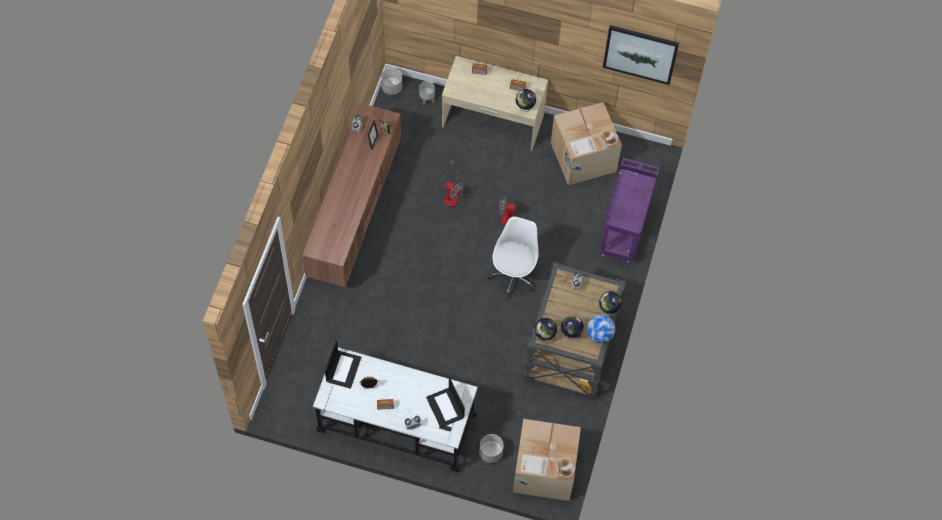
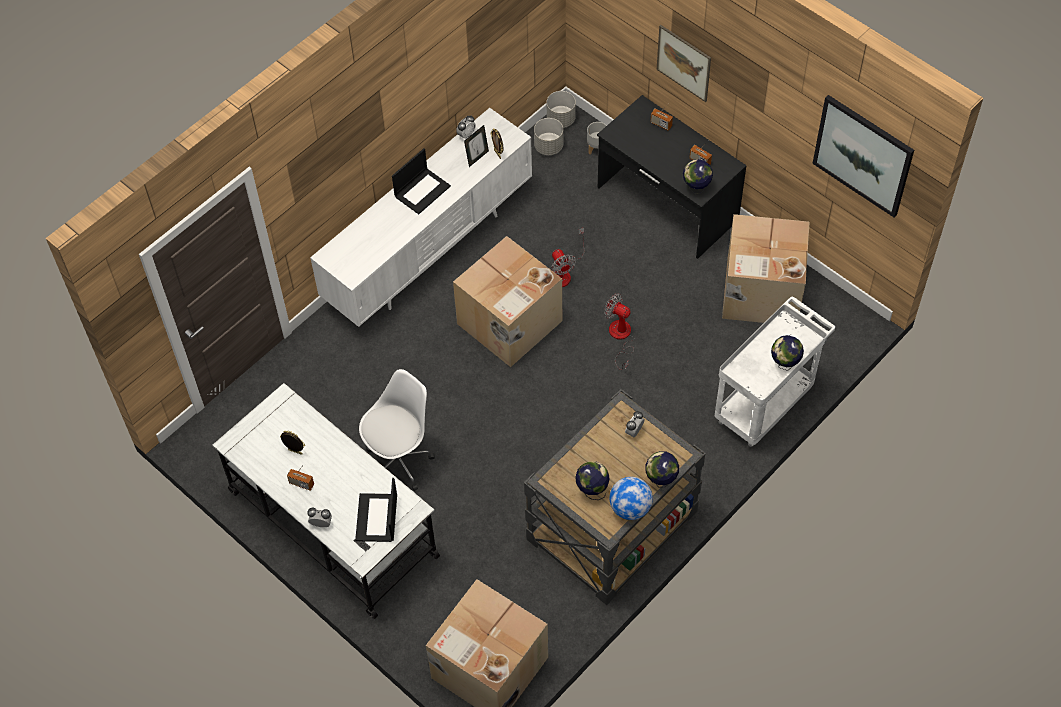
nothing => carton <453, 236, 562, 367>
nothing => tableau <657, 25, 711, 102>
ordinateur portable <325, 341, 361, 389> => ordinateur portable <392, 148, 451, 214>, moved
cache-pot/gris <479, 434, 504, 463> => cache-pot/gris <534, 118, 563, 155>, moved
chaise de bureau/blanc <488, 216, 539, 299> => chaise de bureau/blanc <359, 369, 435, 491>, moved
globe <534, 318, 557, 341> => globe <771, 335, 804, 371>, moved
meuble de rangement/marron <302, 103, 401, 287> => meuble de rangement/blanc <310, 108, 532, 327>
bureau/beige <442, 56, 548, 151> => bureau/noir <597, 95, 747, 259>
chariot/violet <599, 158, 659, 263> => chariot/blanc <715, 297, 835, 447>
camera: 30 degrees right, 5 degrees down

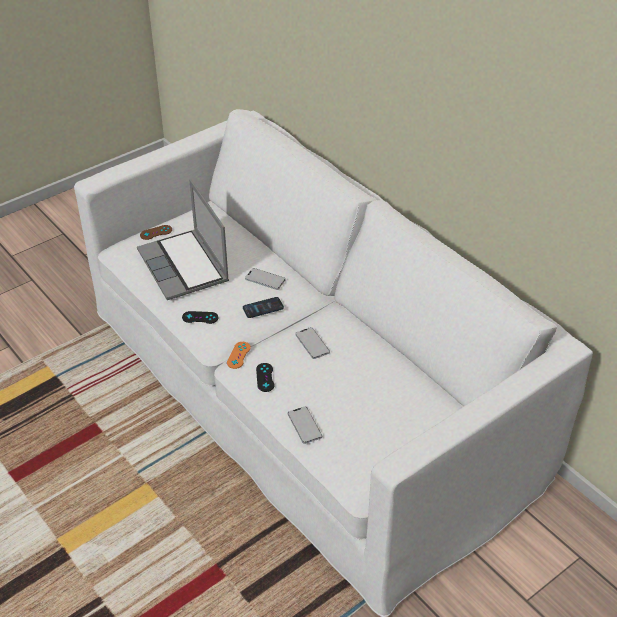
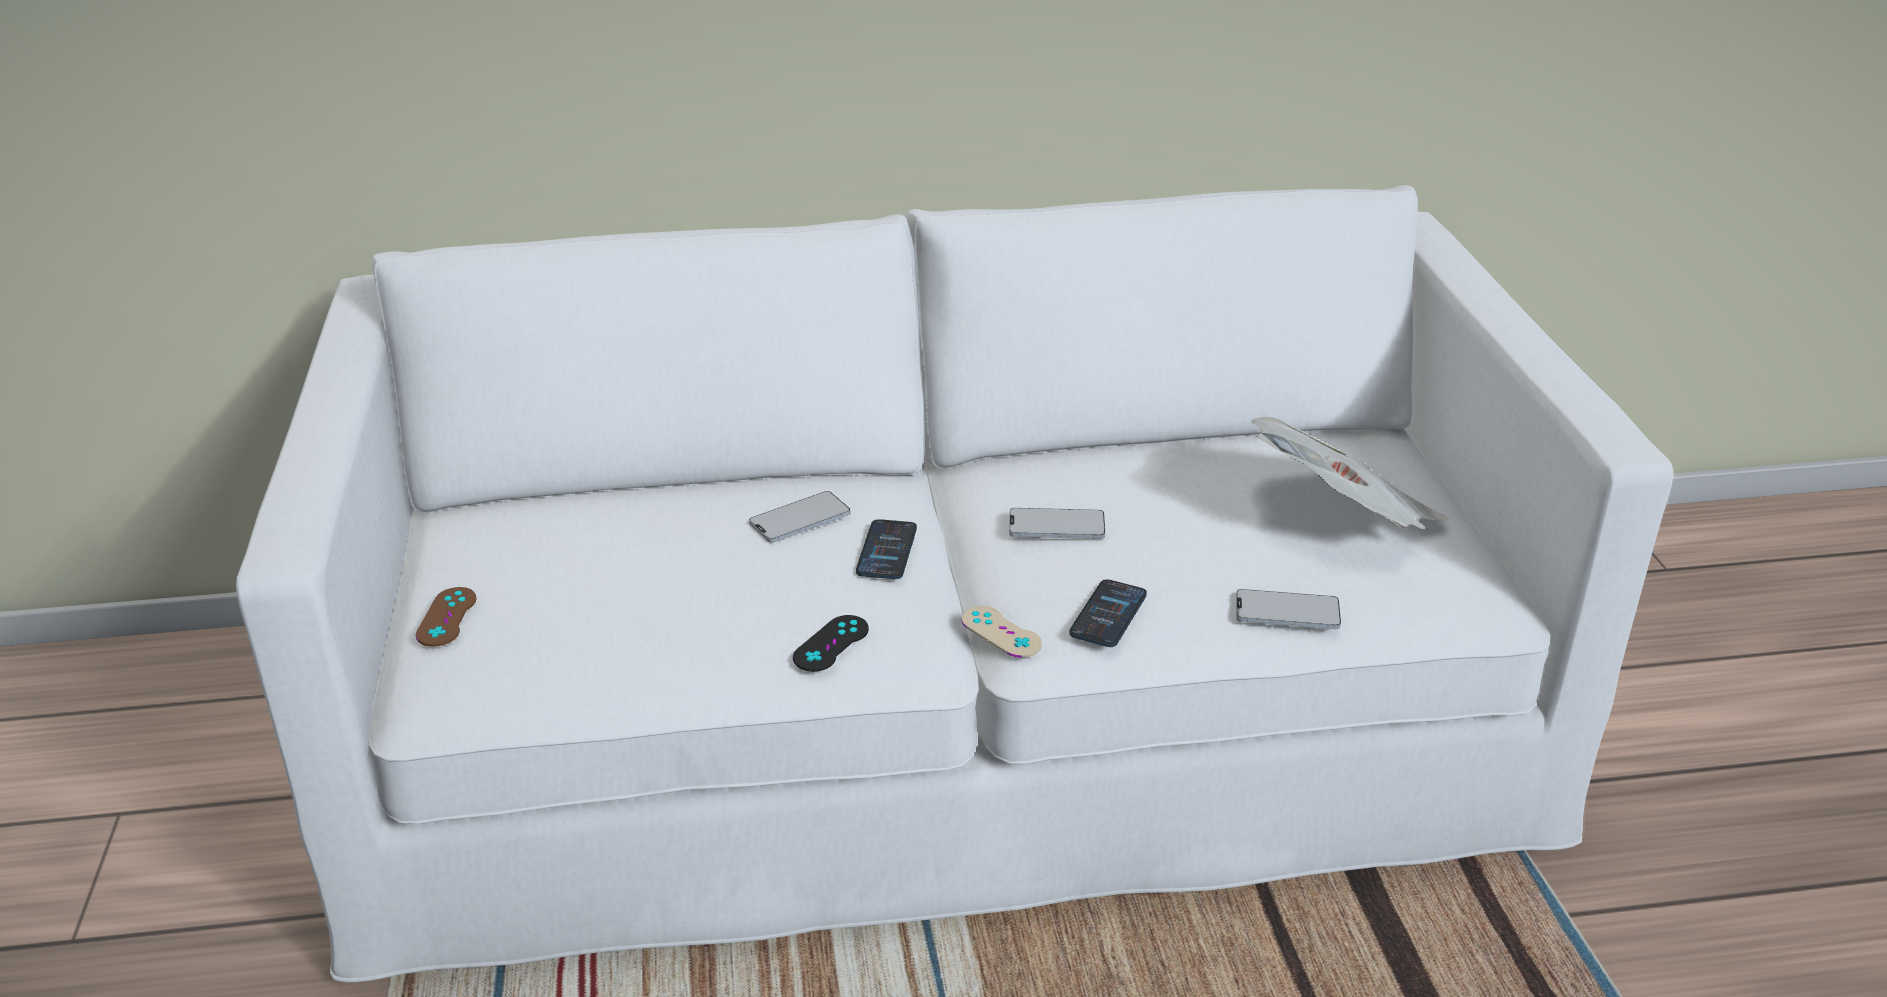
ordinateur portable <137, 179, 229, 300> => nothing
nothing => journal <1251, 417, 1448, 529>
manette/noir <256, 363, 275, 392> => téléphone <1069, 579, 1147, 647>
manette/orange <227, 342, 251, 369> => manette/beige <962, 606, 1042, 658>
camera: 60 degrees left, 10 degrees down

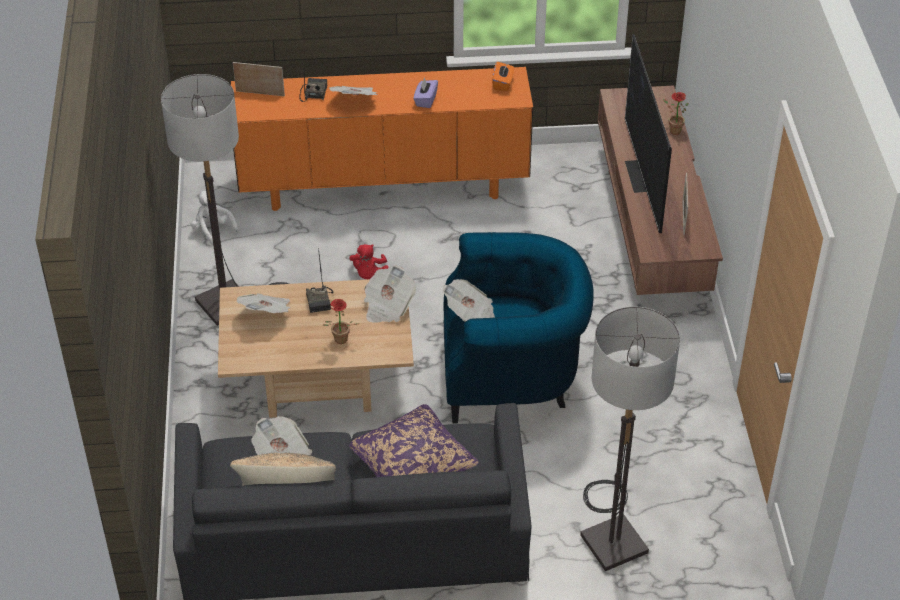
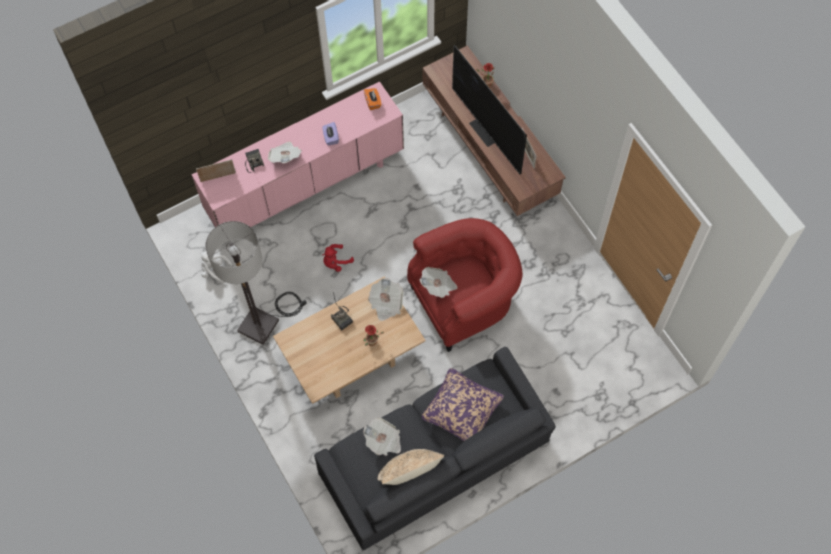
journal <237, 293, 290, 313> => nothing
lampadaire <580, 307, 680, 571> => nothing
meuble de rangement/orange <231, 67, 533, 211> => meuble de rangement/rose <192, 81, 404, 227>
fauteuil/bleu <444, 232, 594, 423> => fauteuil/rouge <407, 218, 523, 352>
peluche/rouge <349, 244, 389, 279> => peluche/rouge <322, 244, 354, 272>, 75 degrees clockwise
camera: 25 degrees left, 20 degrees up

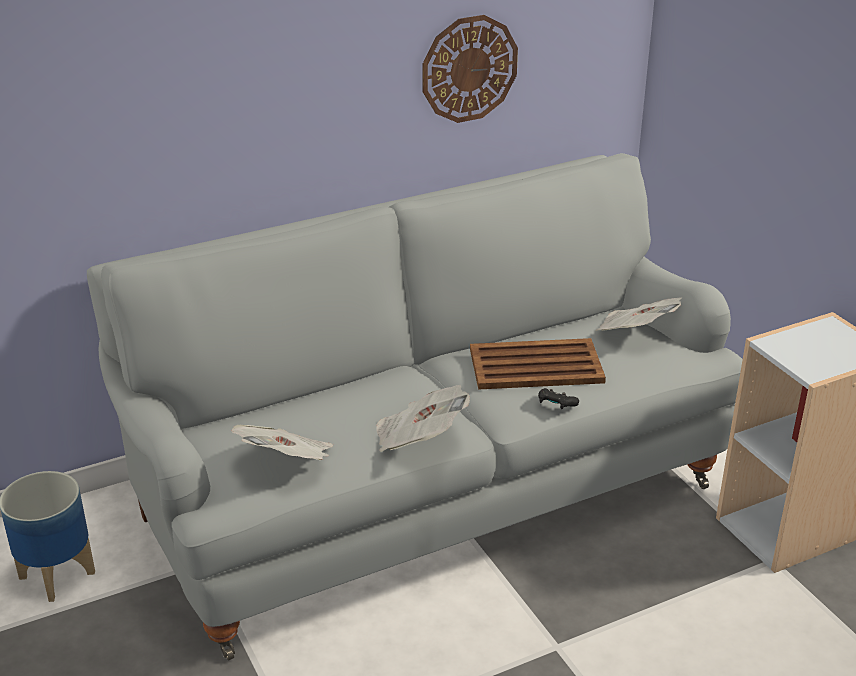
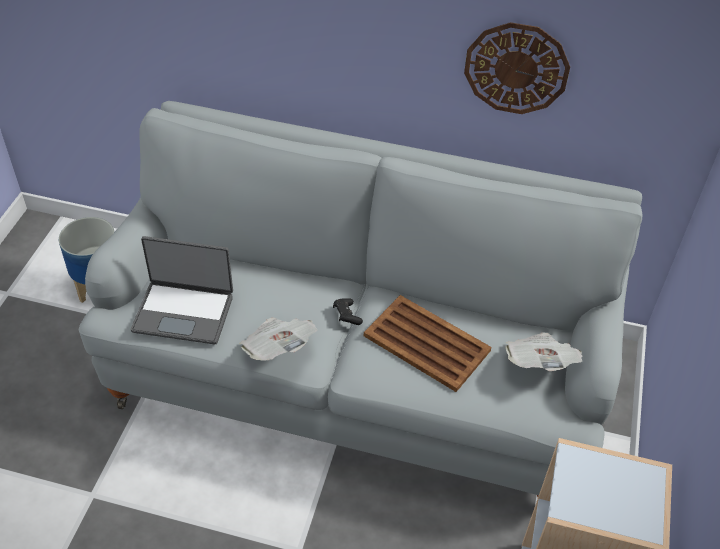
manette/noir <538, 388, 579, 409> => manette/noir <333, 298, 363, 325>, moved
journal <232, 425, 333, 460> => ordinateur portable <131, 236, 233, 344>
camera: 40 degrees right, 15 degrees up

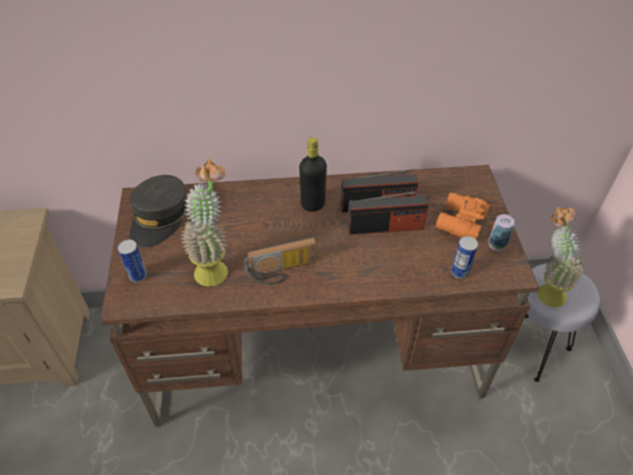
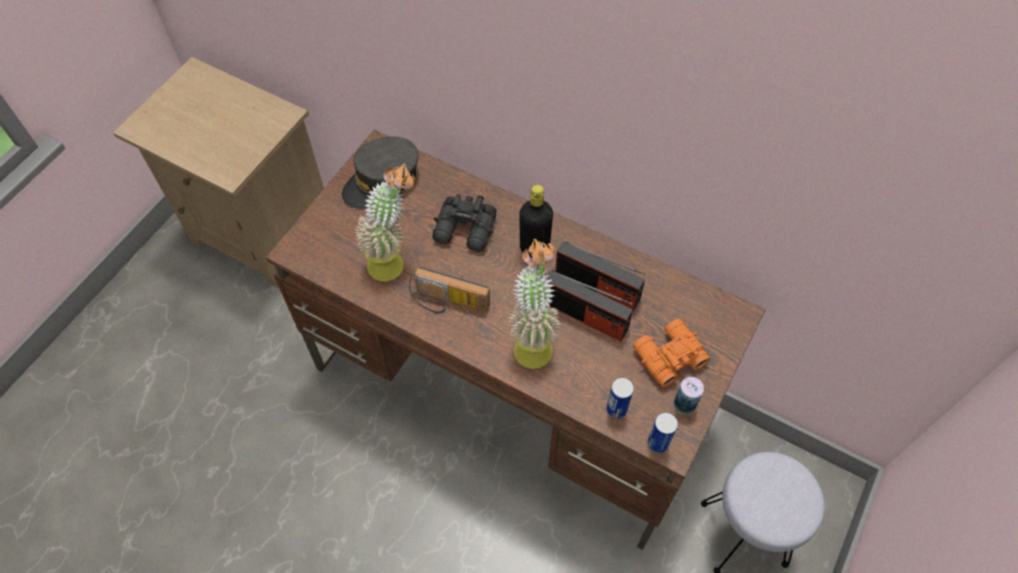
nothing => jumelles/noir <432, 194, 497, 252>
boîte métallique <118, 240, 147, 282> => boîte métallique <647, 412, 678, 453>, moved
plante en pot <537, 207, 586, 307> => plante en pot <508, 239, 561, 369>, moved
camera: 35 degrees right, 10 degrees up

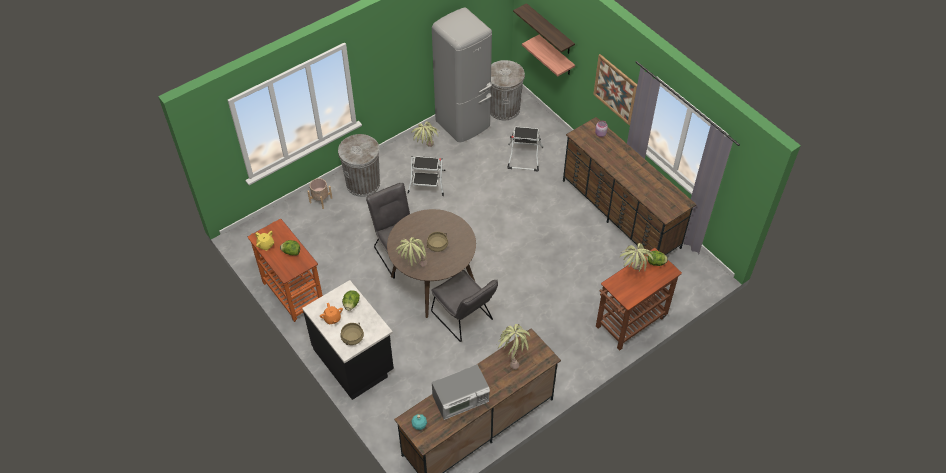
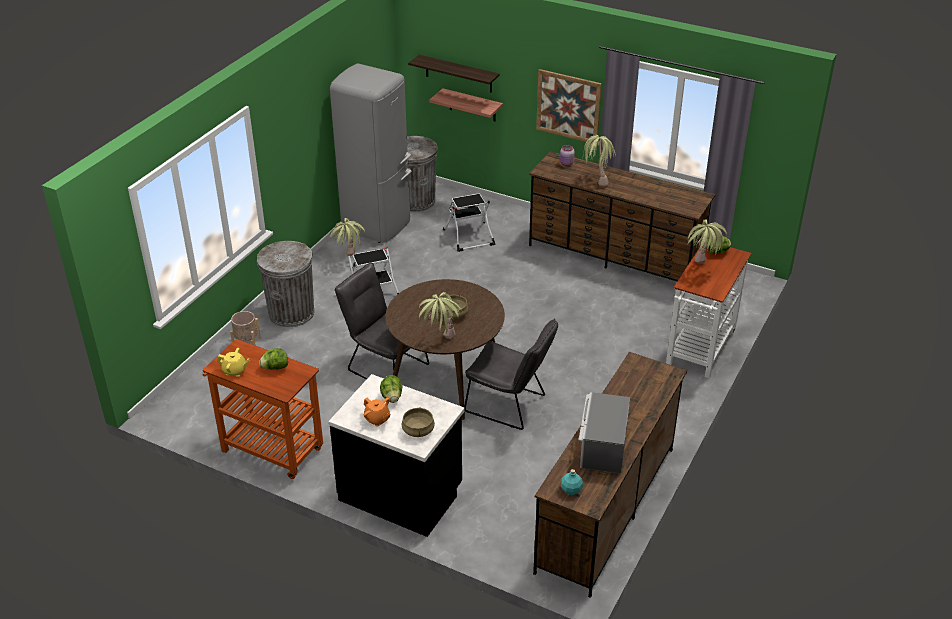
plante en pot <498, 324, 530, 370> => plante en pot <583, 135, 616, 187>, moved
chariot/marron <596, 248, 682, 351> => chariot/blanc <666, 244, 751, 378>
micro-ondes <432, 365, 490, 420> => micro-ondes <579, 392, 630, 474>, 150 degrees clockwise
camera: 25 degrees left, 15 degrees down

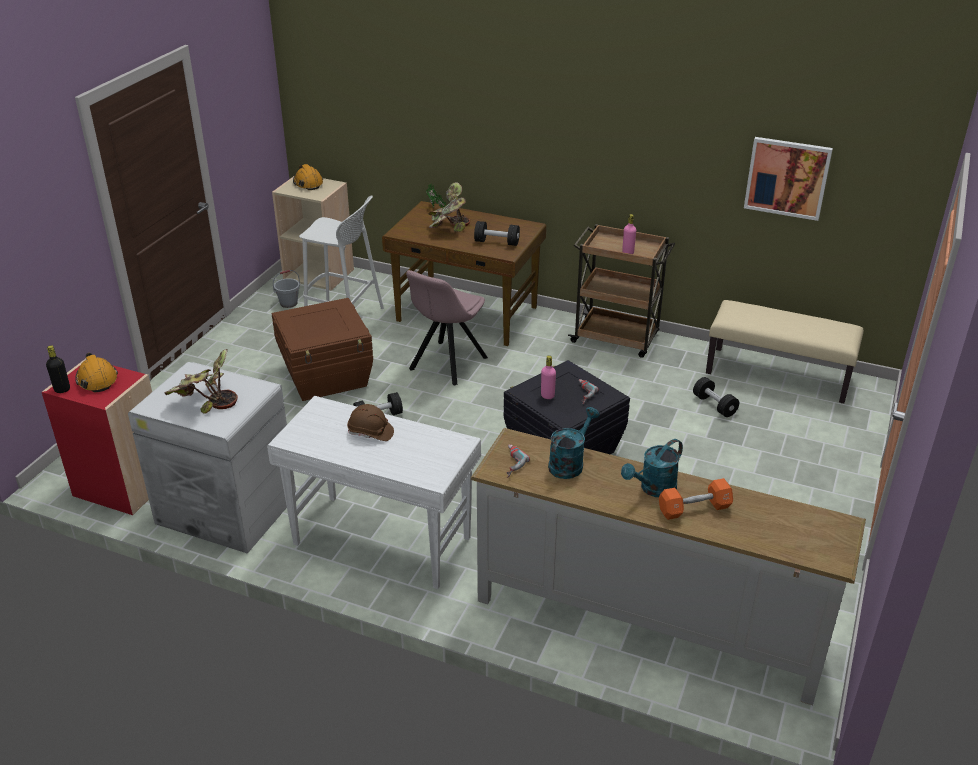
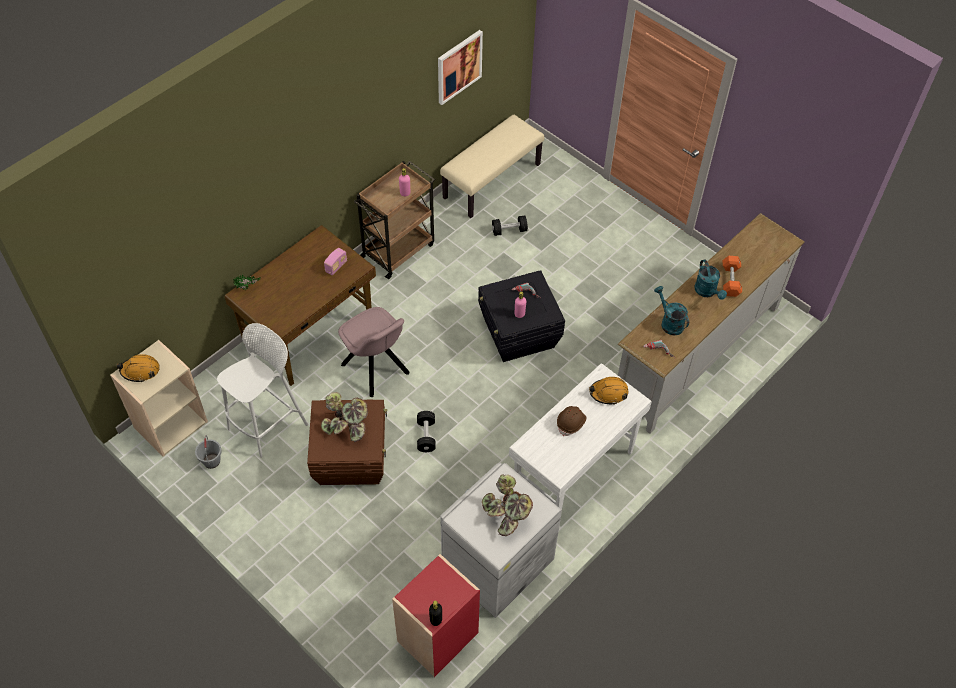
casque de chantier/orange <75, 353, 118, 392> => casque de chantier/orange <589, 377, 628, 405>, moved
plante en pot <429, 182, 470, 232> => plante en pot <321, 392, 368, 442>, moved
haltère/noir <474, 221, 520, 246> => radio <324, 248, 347, 276>
camera: 70 degrees left, 20 degrees up

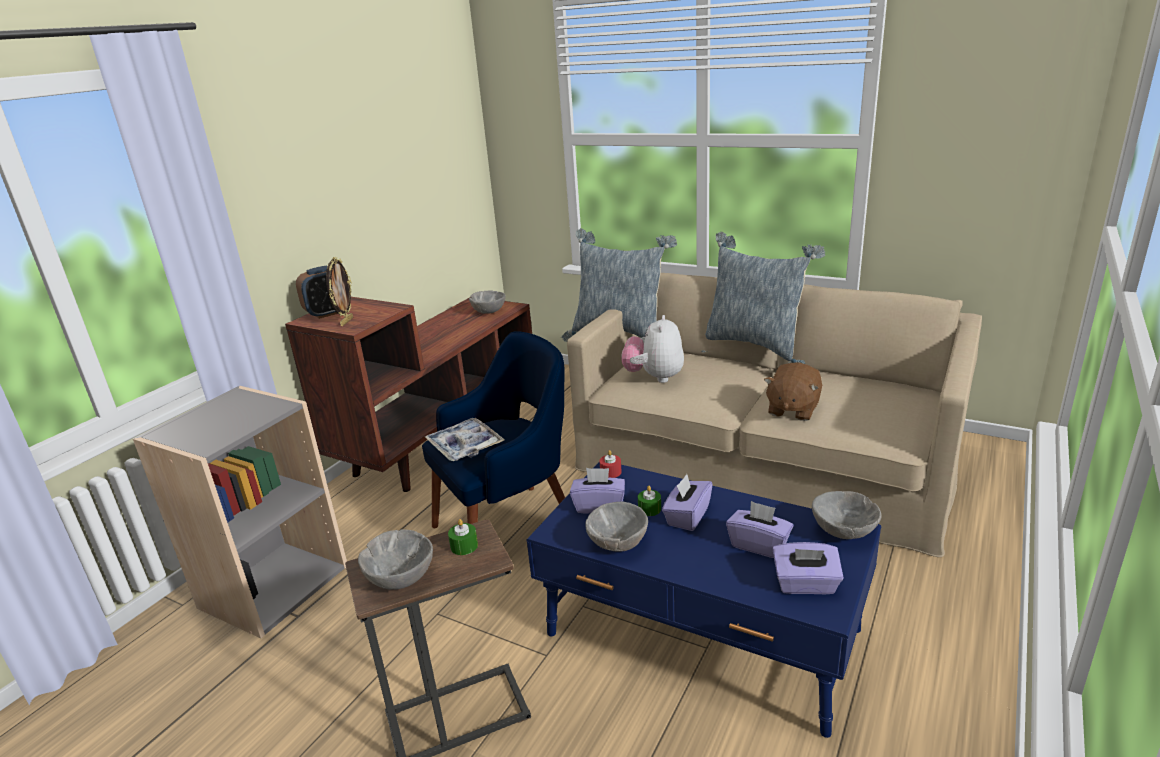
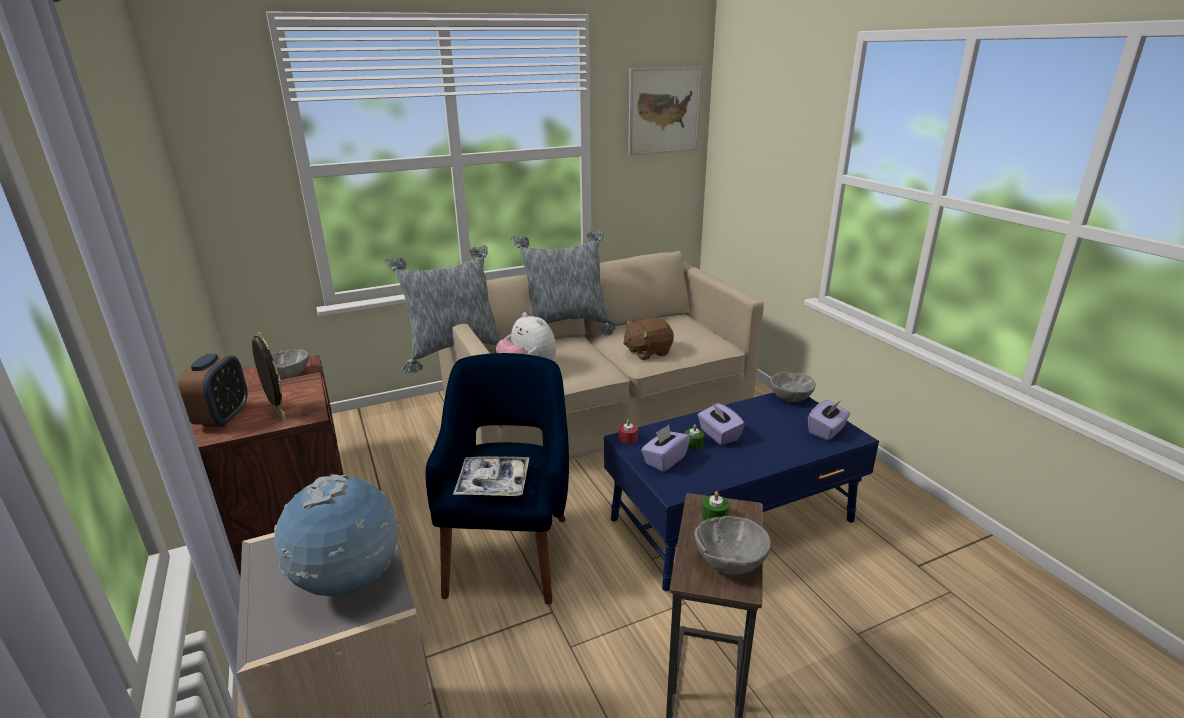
bol/gris <585, 502, 648, 552> => nothing
boîte à mouchoirs/violet <726, 501, 794, 558> => nothing
nothing => globe <274, 474, 401, 596>
nothing => tableau <628, 67, 702, 156>
peluche/marron <764, 362, 822, 421> => peluche/marron <623, 317, 674, 360>, 90 degrees clockwise
camera: 55 degrees left, 0 degrees up

